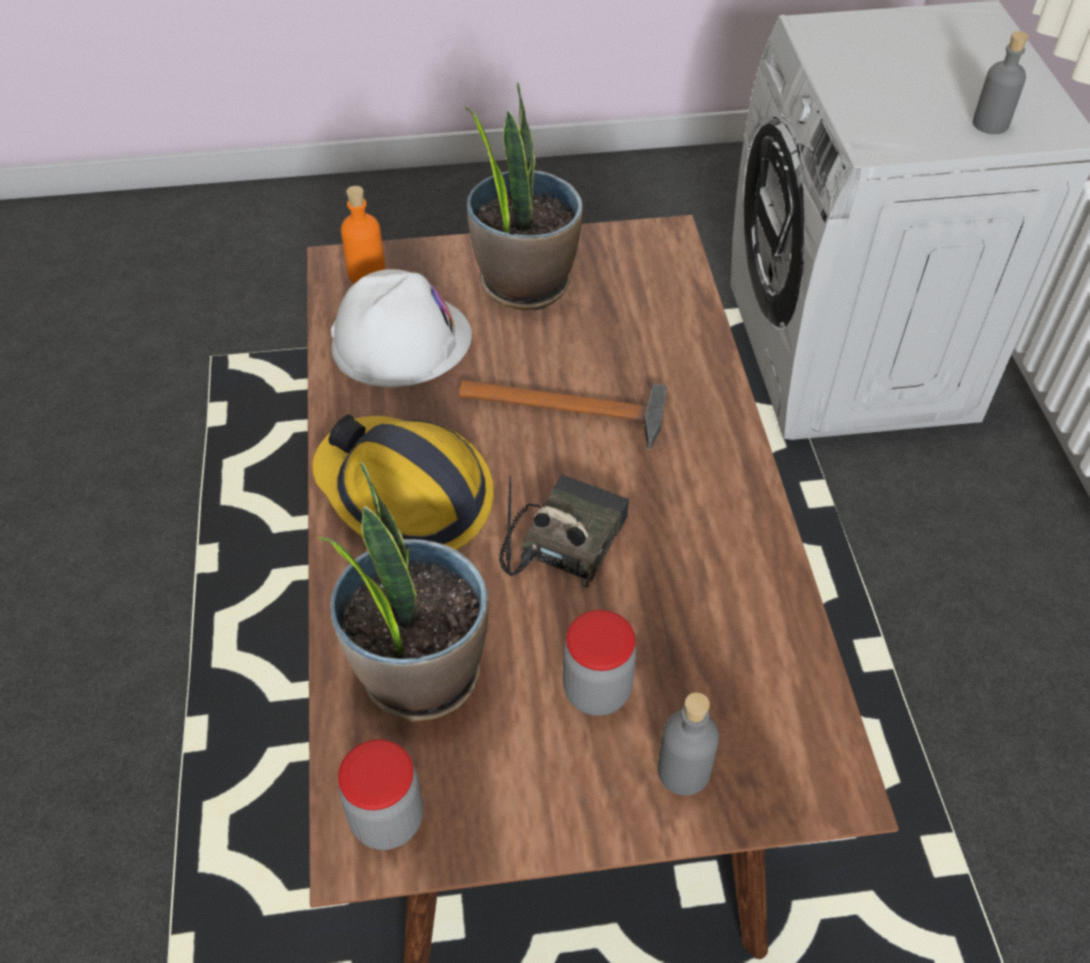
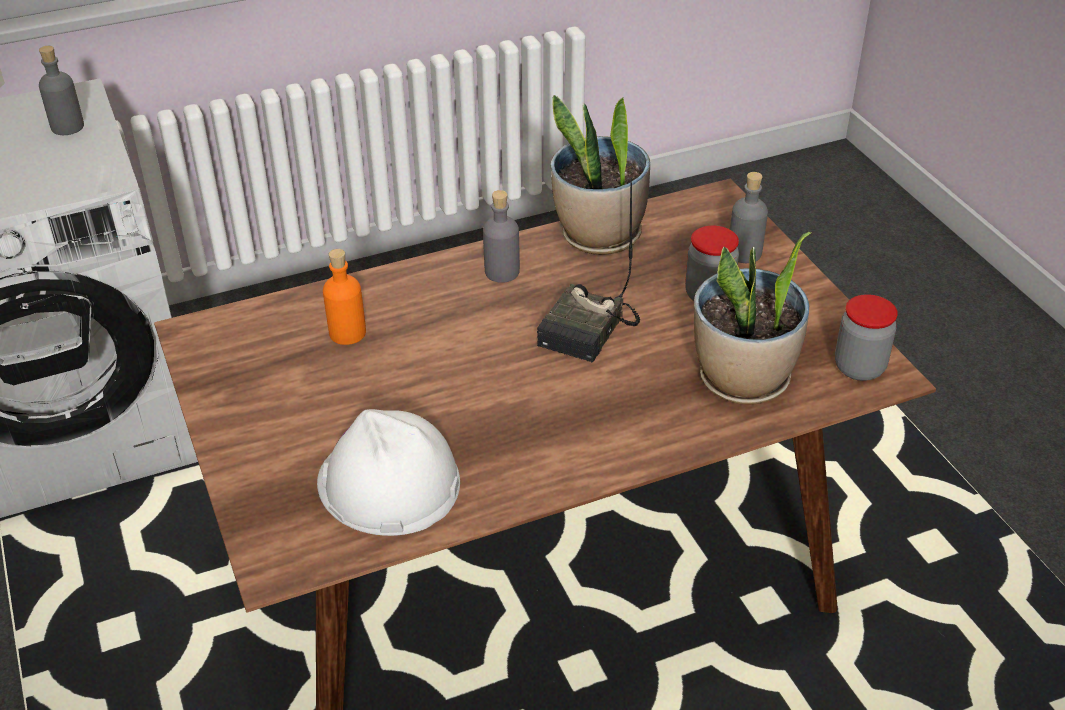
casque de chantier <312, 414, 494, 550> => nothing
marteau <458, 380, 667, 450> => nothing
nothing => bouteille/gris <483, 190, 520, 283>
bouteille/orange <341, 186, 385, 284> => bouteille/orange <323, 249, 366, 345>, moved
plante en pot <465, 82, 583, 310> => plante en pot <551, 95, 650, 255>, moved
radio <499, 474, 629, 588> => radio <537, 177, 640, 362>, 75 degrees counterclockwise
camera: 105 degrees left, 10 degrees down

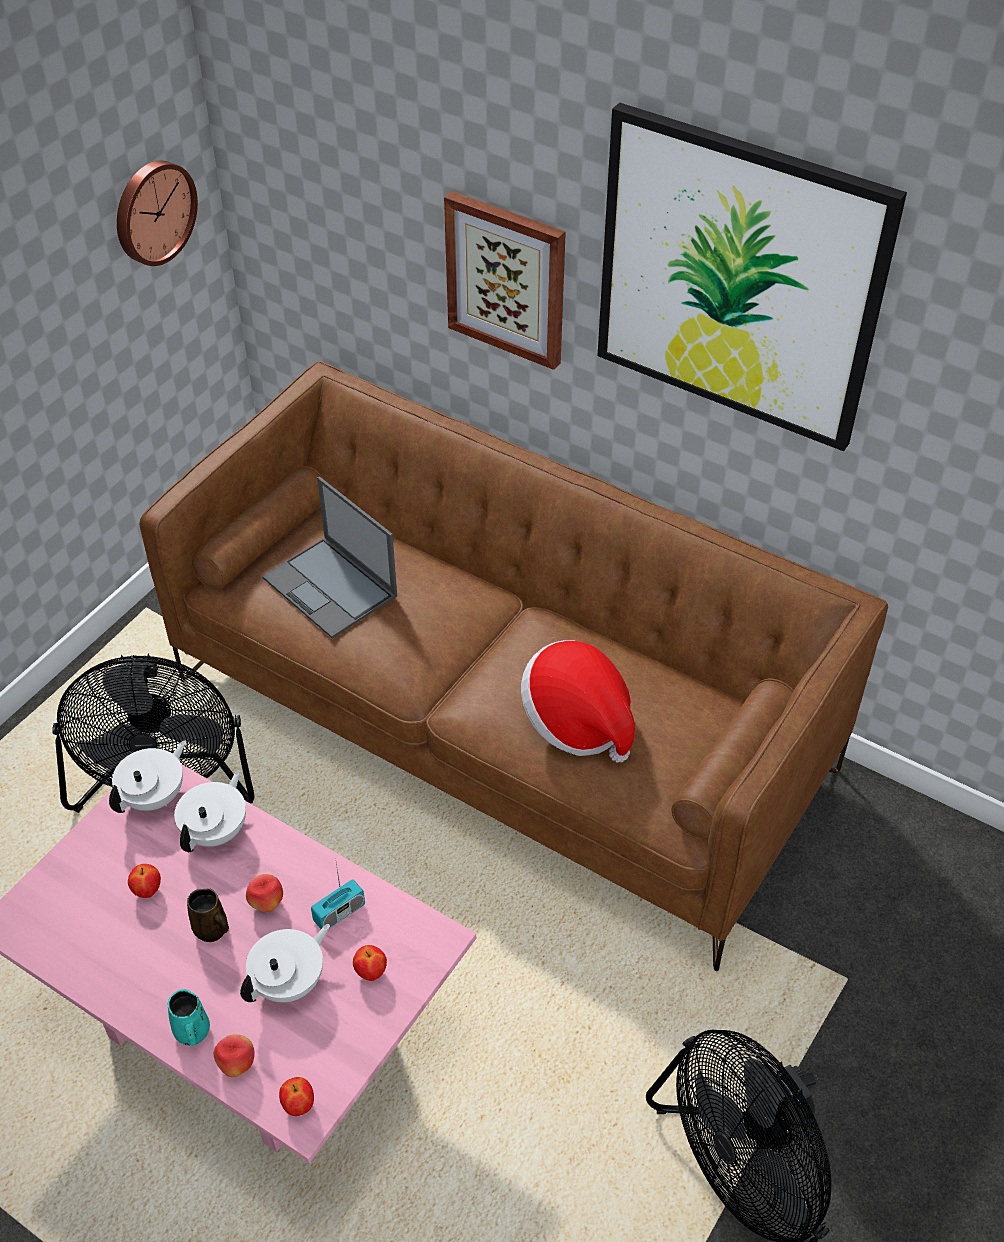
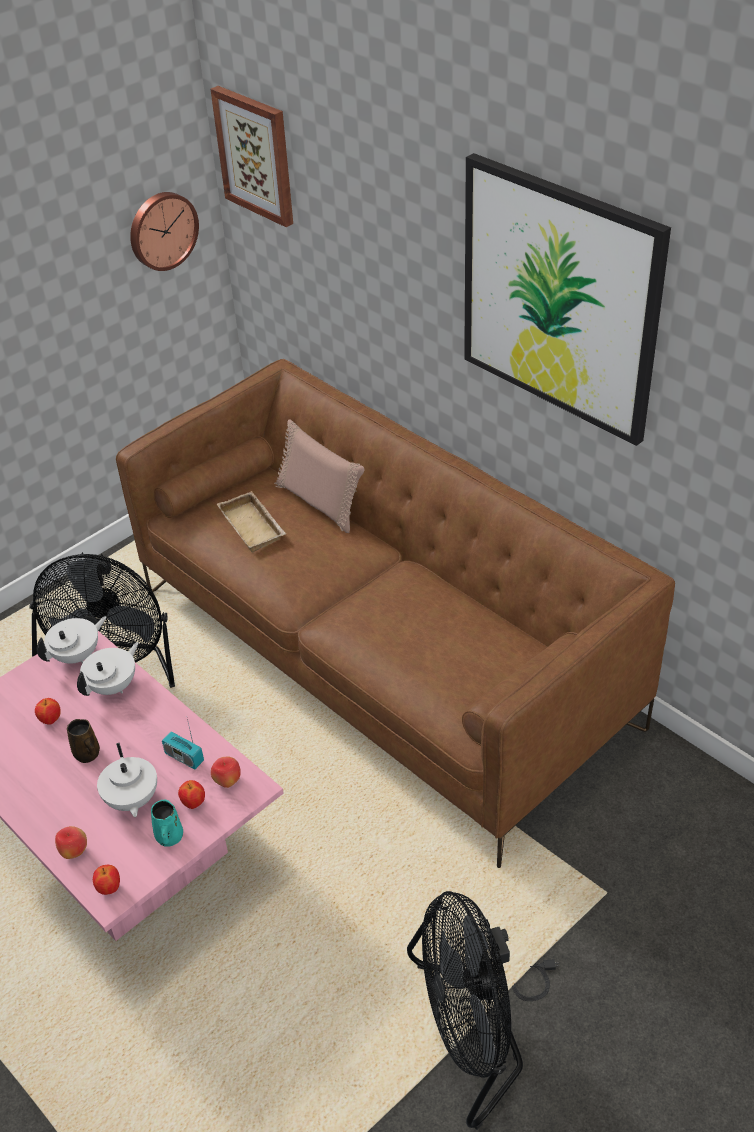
chapeau <521, 640, 635, 763> => nothing
nothing => coussin/beige <274, 419, 364, 533>
mug/turquoise <168, 989, 210, 1046> => mug/turquoise <151, 800, 183, 847>, moved
pomme <246, 874, 283, 912> => pomme <211, 756, 241, 788>, moved
tableau <444, 191, 566, 370> => tableau <211, 86, 293, 227>, moved
ordinateur portable <262, 476, 397, 639> => plateau/beige <217, 491, 286, 552>
théière/blanc <240, 924, 330, 1003> => théière/blanc <97, 743, 157, 817>, 105 degrees clockwise
radio <311, 858, 365, 929> => radio <162, 719, 204, 770>, 60 degrees clockwise
camera: 15 degrees right, 5 degrees down

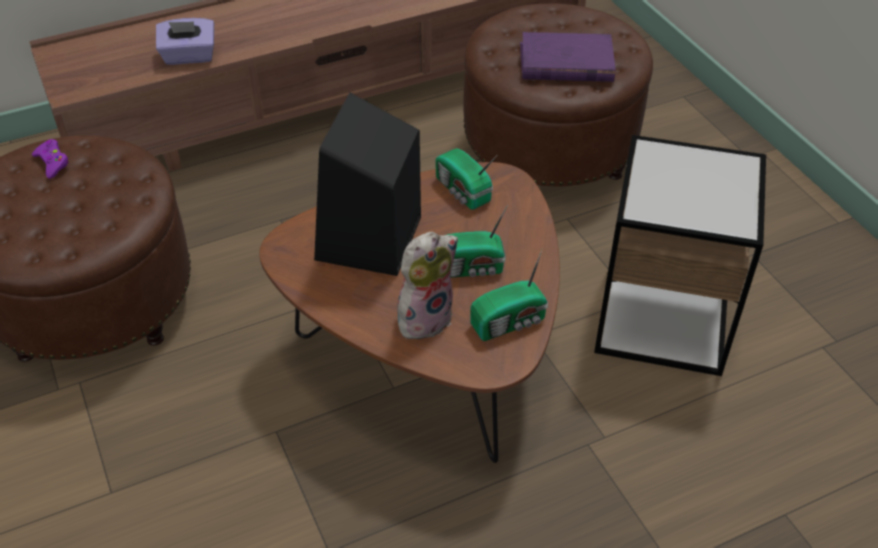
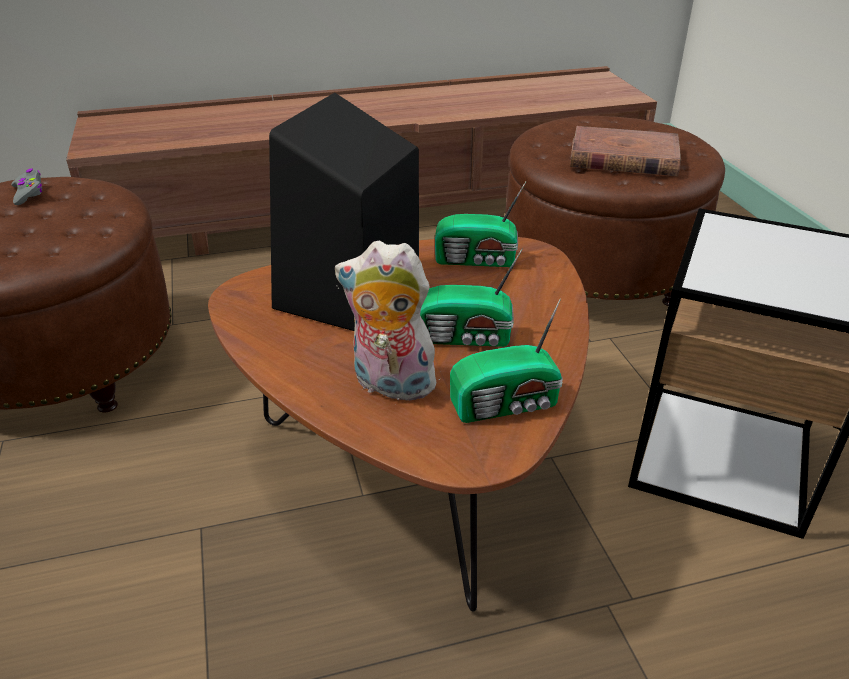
boîte à mouchoirs/violet <156, 18, 214, 65> => nothing
manette/violet <32, 139, 69, 179> => manette/gris <11, 169, 43, 205>
livre/violet <520, 32, 616, 82> => livre/marron <570, 126, 681, 177>
peluche <397, 231, 458, 339> => peluche <335, 241, 440, 405>, 135 degrees counterclockwise
radio <435, 149, 497, 210> => radio <435, 182, 526, 267>, 60 degrees counterclockwise
camera: 10 degrees right, 10 degrees down

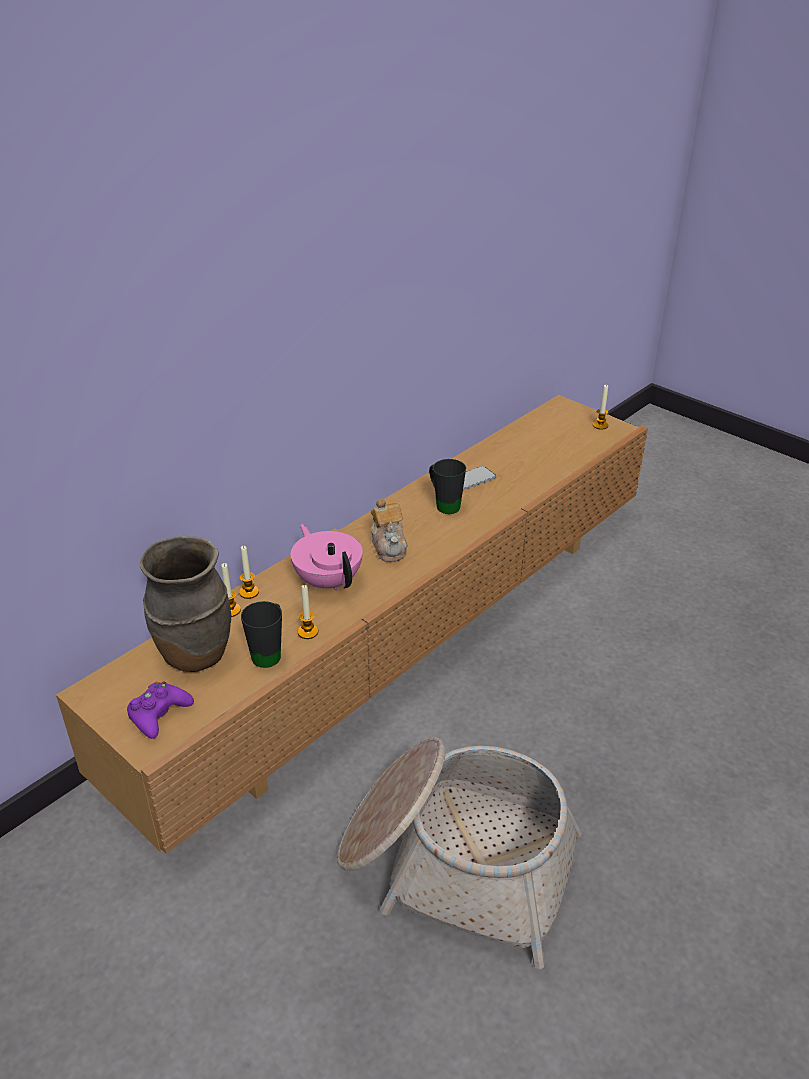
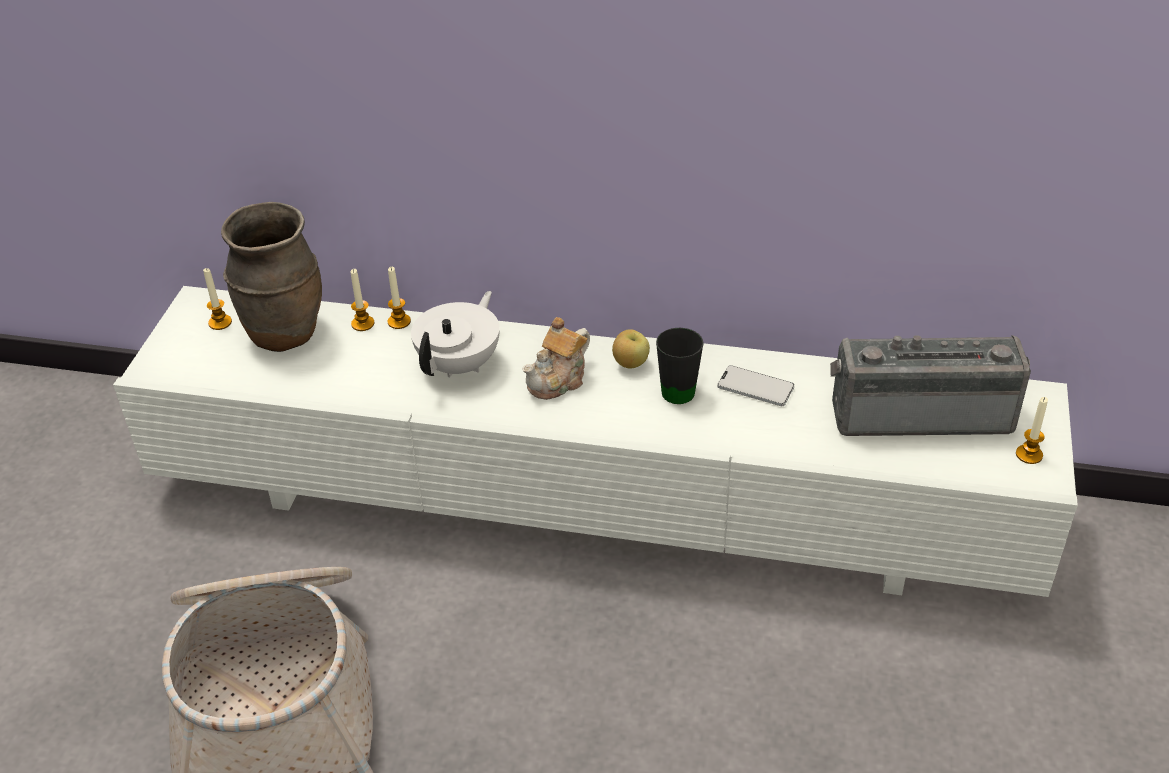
manette/violet <127, 682, 194, 739> => nothing
mug/noir <241, 601, 282, 668> => nothing
nothing => pomme <612, 329, 650, 369>
nothing => radio <830, 335, 1031, 436>
bougie <298, 585, 318, 639> => bougie <203, 268, 232, 330>, moved
meuble télé/marron <56, 395, 648, 854> => meuble télé/blanc <113, 286, 1078, 597>
théière/rose <291, 524, 363, 591> => théière/blanc <411, 291, 500, 377>
camera: 60 degrees right, 5 degrees up

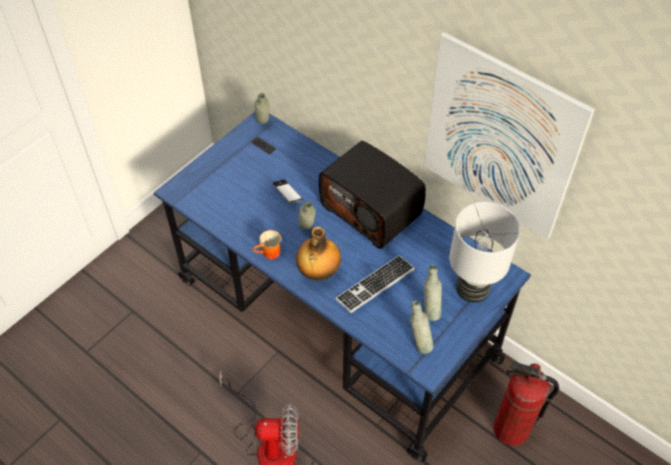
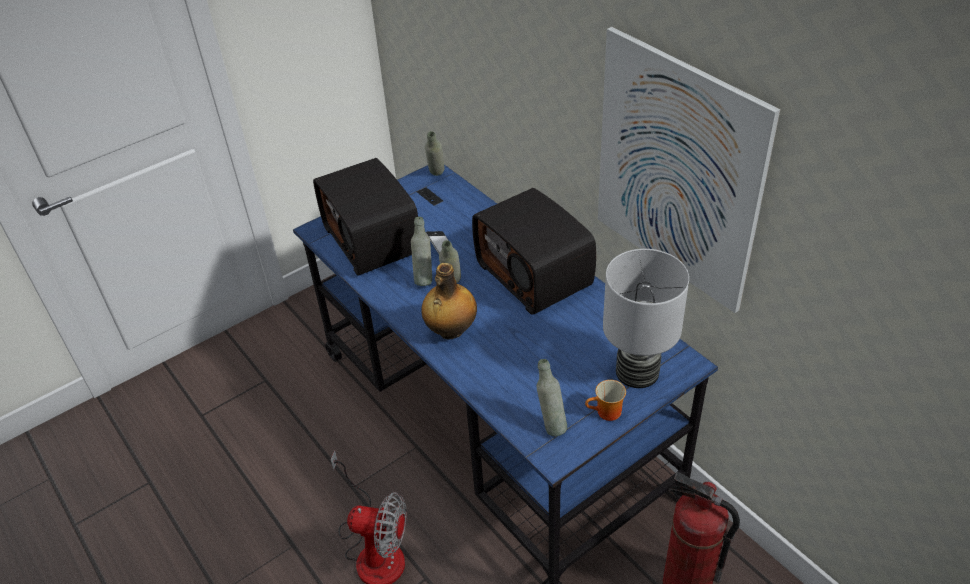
clavier <335, 255, 415, 313> => nothing
nothing => radio <313, 158, 418, 276>
mug <253, 230, 281, 259> => mug <585, 380, 626, 421>, moved
bouteille/gris <424, 265, 442, 321> => bouteille/gris <411, 216, 432, 286>, moved
camera: 15 degrees right, 10 degrees down

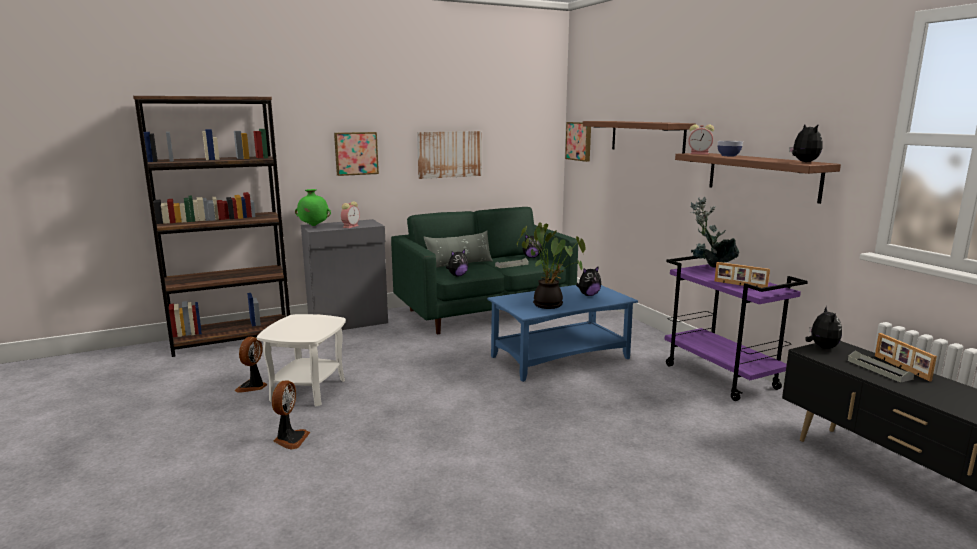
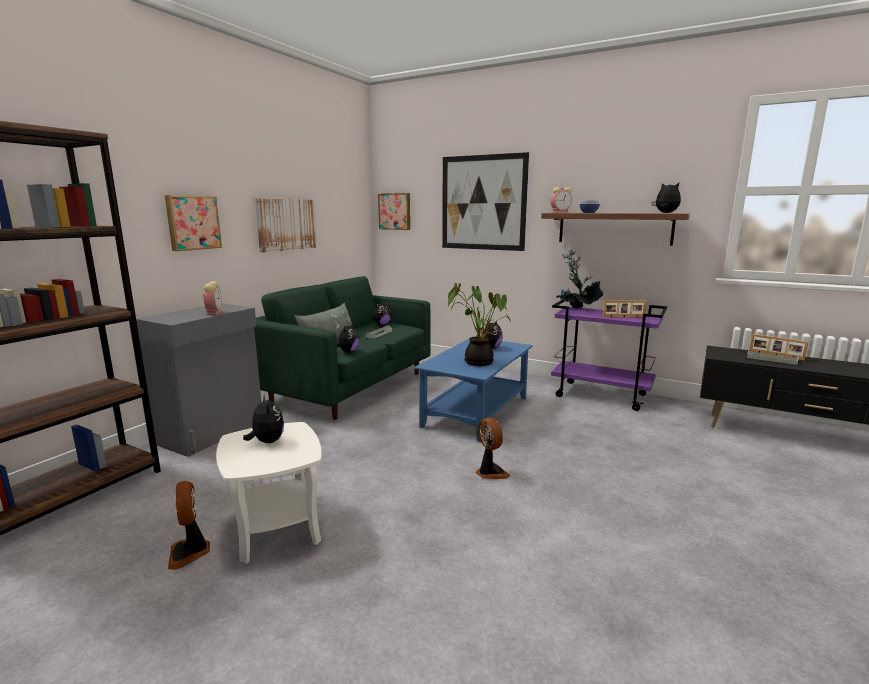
vase/vert <295, 189, 331, 226> => nothing
ventilateur <272, 380, 310, 449> => ventilateur <476, 417, 510, 479>, moved
peluche <805, 306, 842, 349> => peluche <243, 394, 284, 443>, moved
étagère <583, 121, 696, 153> => tableau <442, 152, 529, 251>
camera: 35 degrees left, 0 degrees up

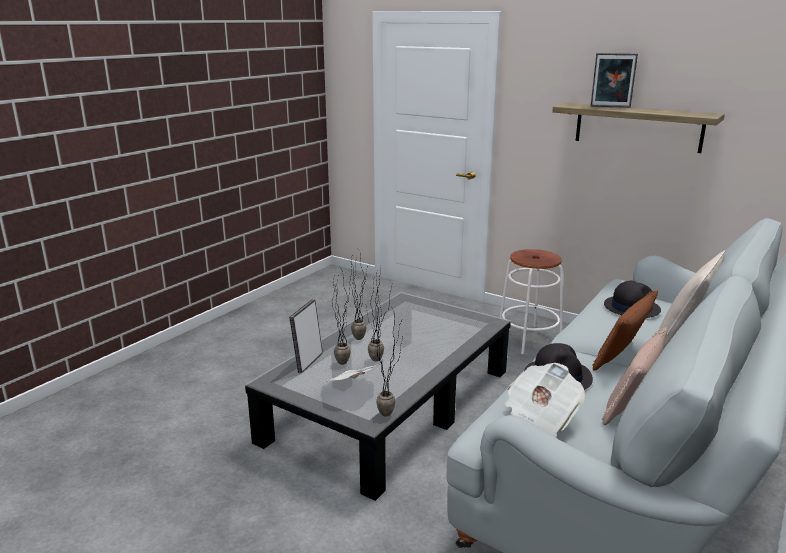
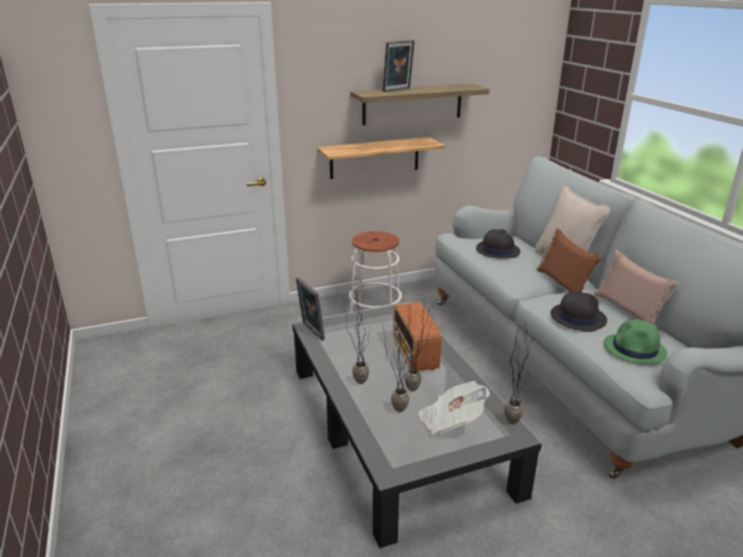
nothing => étagère <317, 137, 445, 179>
nothing => radio <393, 302, 442, 371>
cadre photo <289, 299, 323, 373> => cadre photo <296, 277, 325, 341>, moved
journal <505, 363, 585, 438> => chapeau/vert <604, 320, 668, 363>
camera: 55 degrees left, 5 degrees up

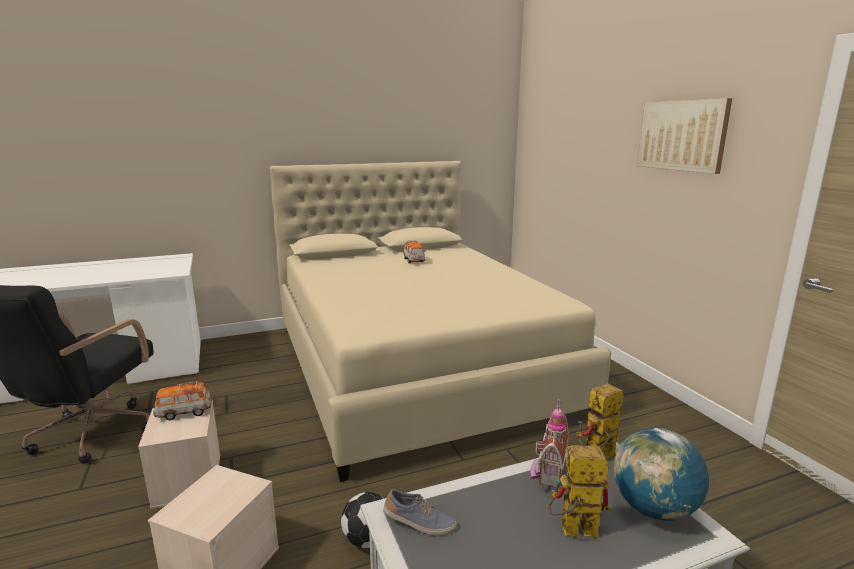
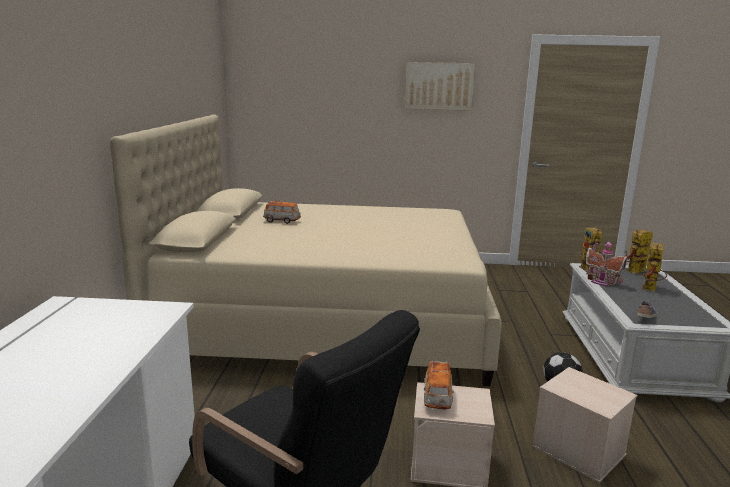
globe <613, 428, 709, 521> => robot jouet <625, 229, 653, 273>
camera: 65 degrees left, 0 degrees up

